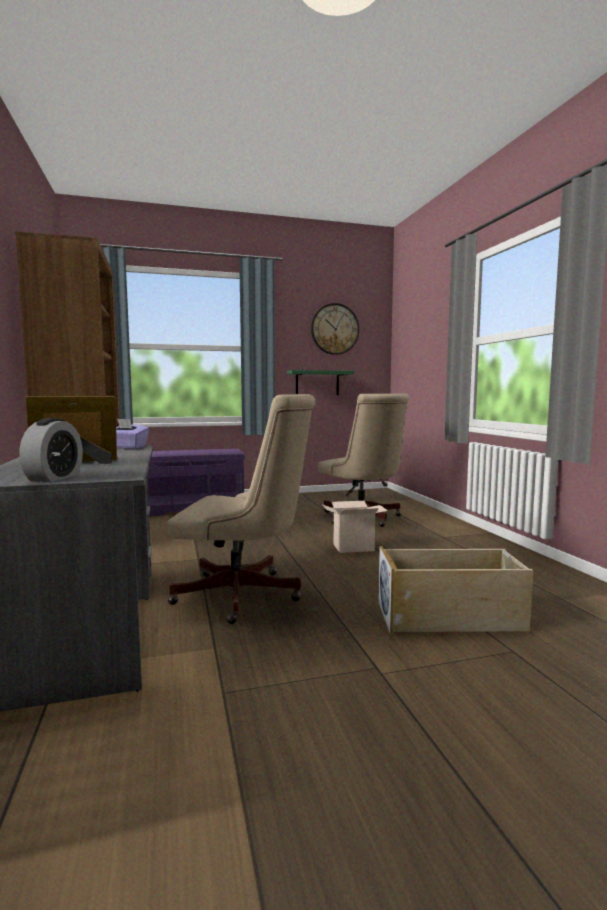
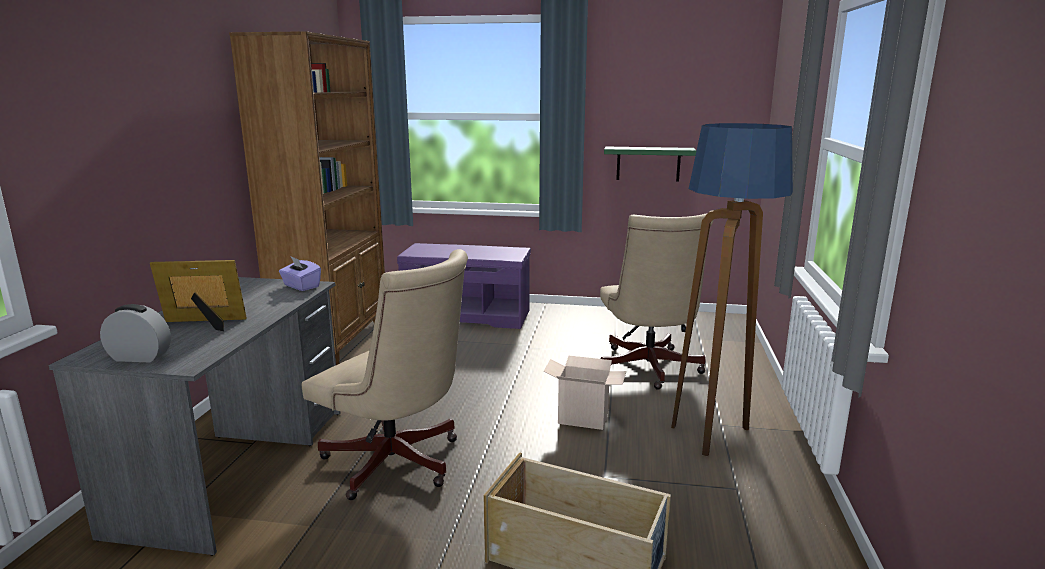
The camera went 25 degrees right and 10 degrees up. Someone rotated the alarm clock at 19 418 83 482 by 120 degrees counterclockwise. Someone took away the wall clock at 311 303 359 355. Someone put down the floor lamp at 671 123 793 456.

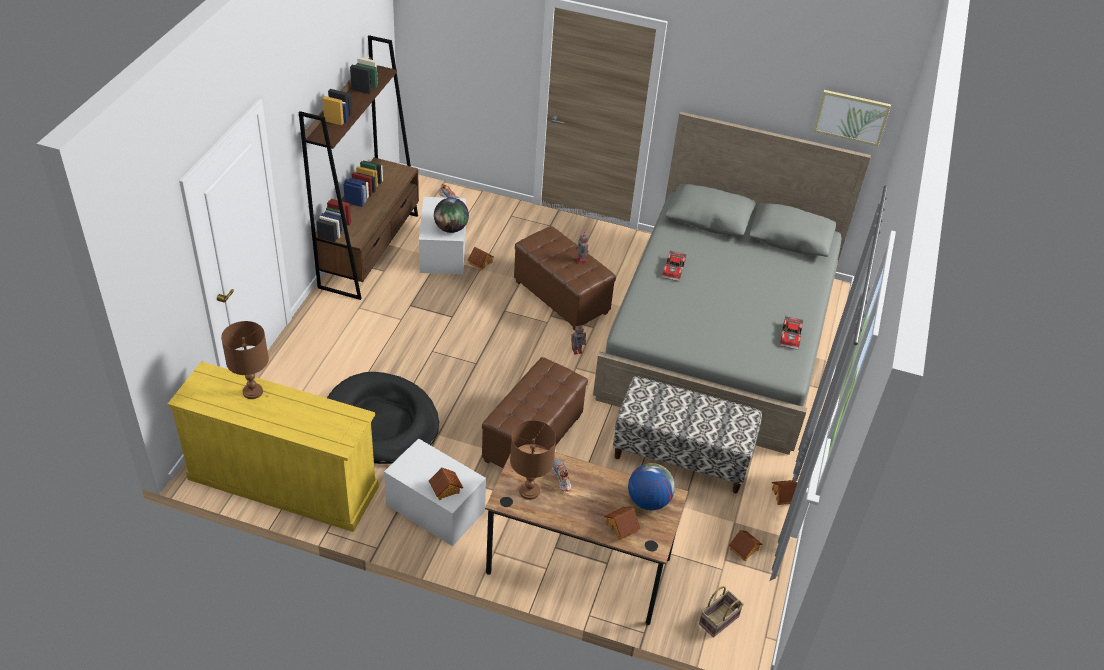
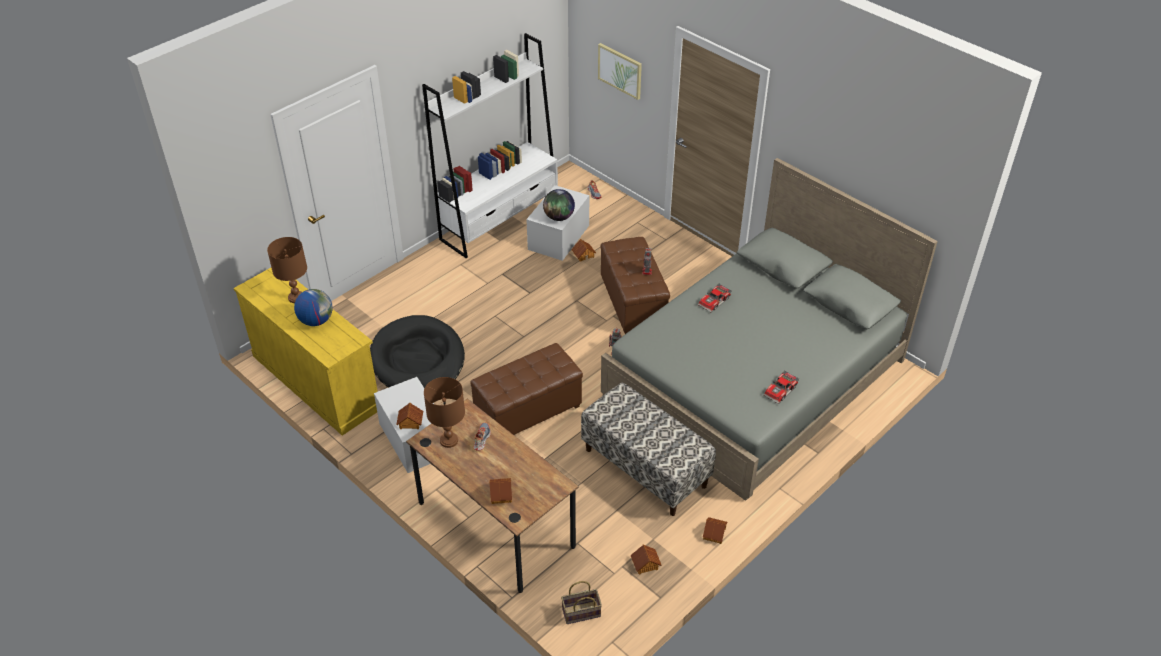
The camera went 30 degrees right and 0 degrees up. Someone repainted the brown bookcase at 299 35 419 300, which became the white bookcase at 422 33 558 258. Someone carried the globe from 628 463 675 510 to 294 289 333 326. Someone carried the picture from 813 90 891 146 to 598 43 642 100.

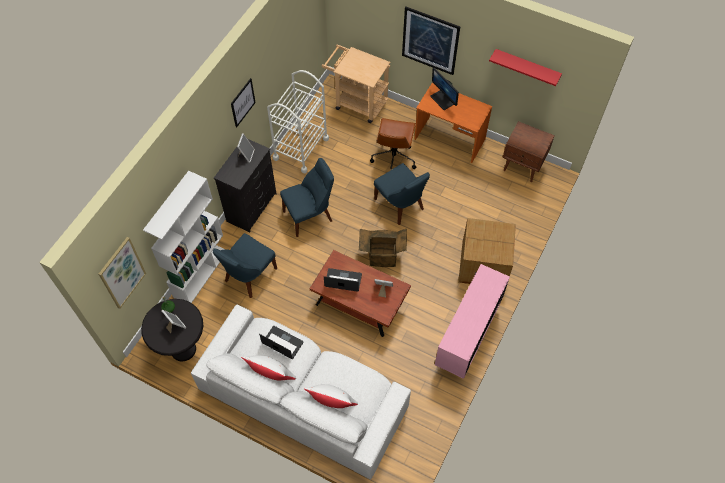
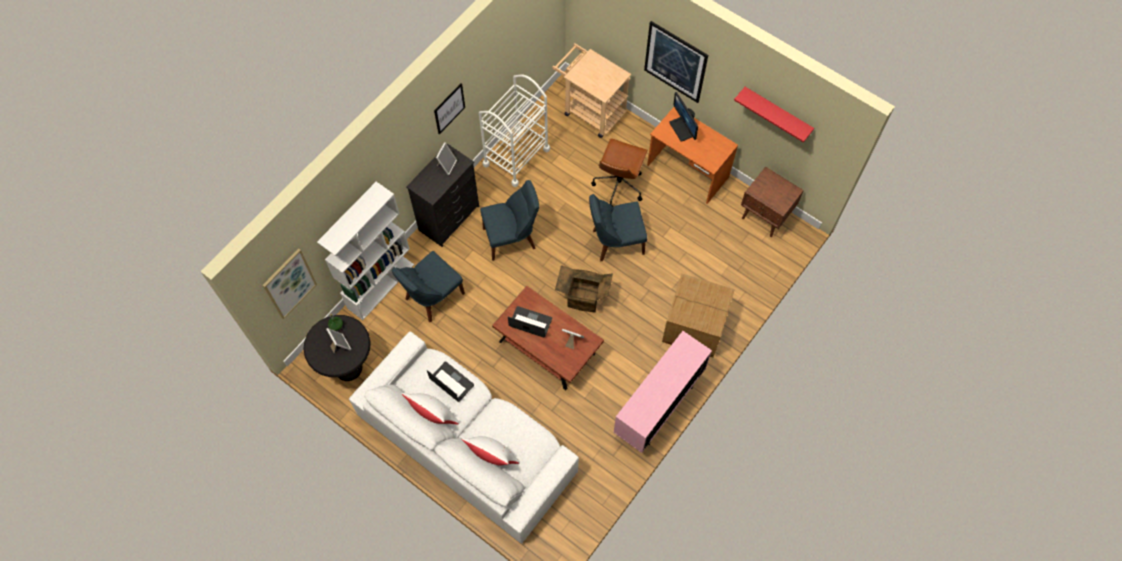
The camera went 10 degrees right and 5 degrees up. Someone rotated the blue chair at 374 163 430 225 by 105 degrees clockwise.

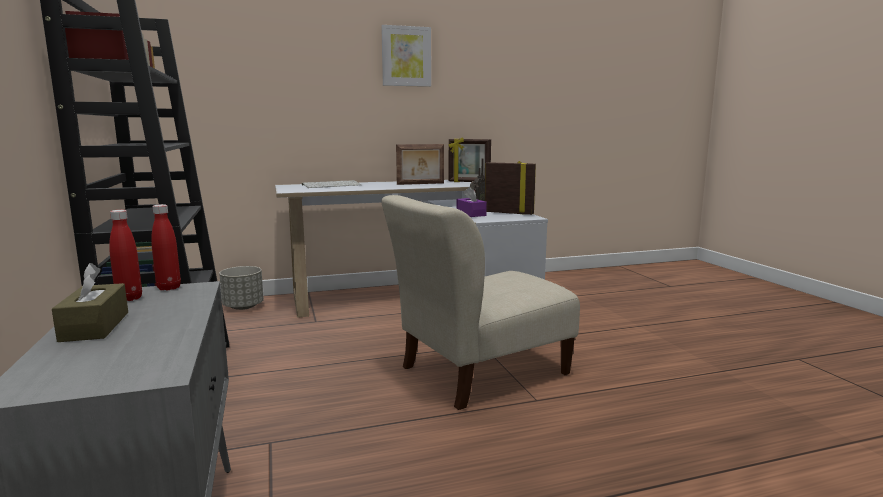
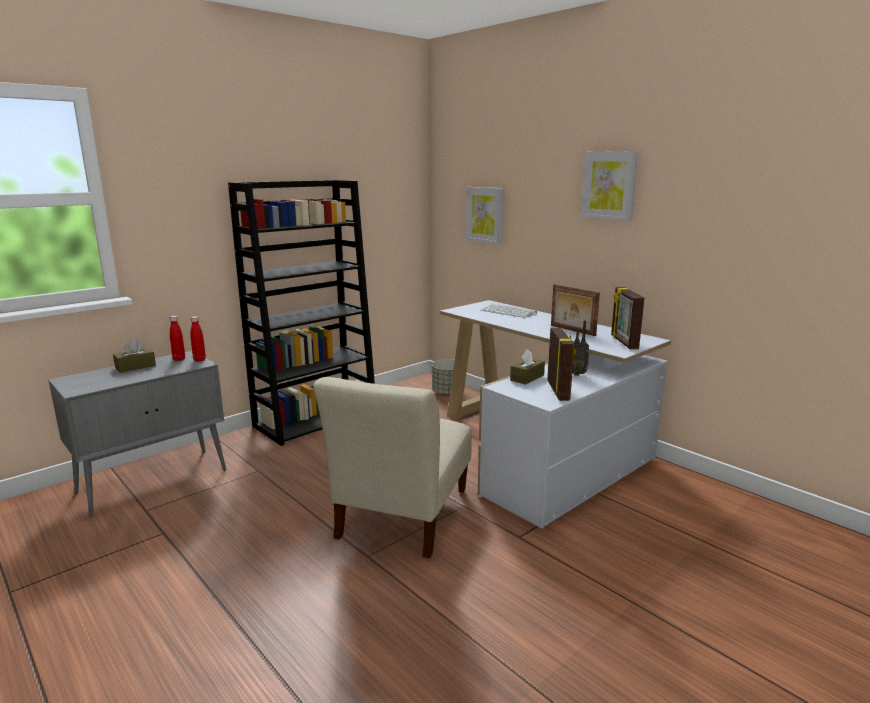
The camera went 65 degrees right and 5 degrees up. Someone rotated the beige chair at 381 195 580 410 by 105 degrees counterclockwise. Someone repainted the purple tissue box at 457 187 487 217, which became the brown tissue box at 510 349 545 385. Someone put up the picture at 466 187 504 244.

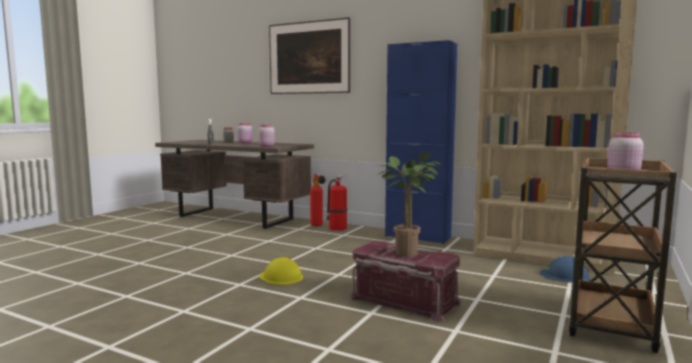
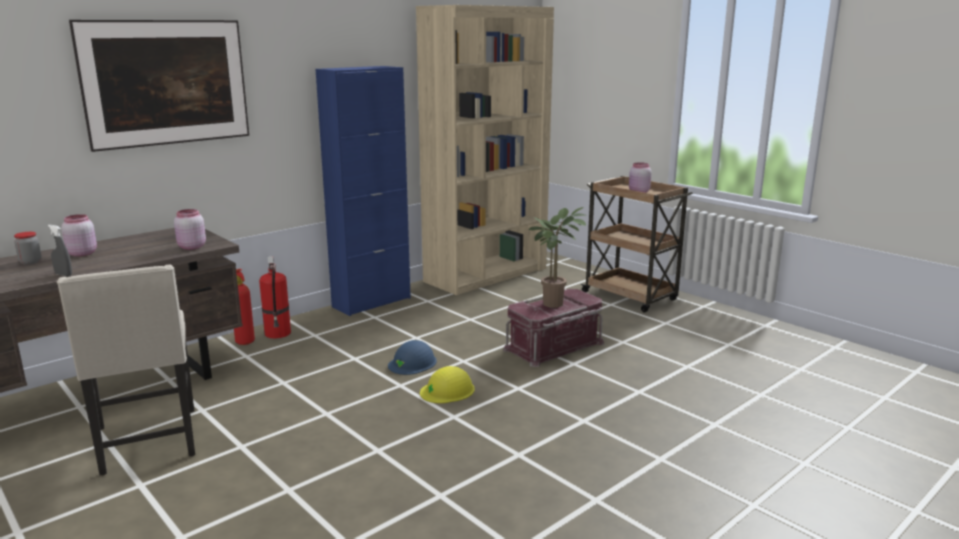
The camera went 70 degrees left and 10 degrees up. Someone carried the blue hard hat from 540 256 590 283 to 388 340 437 375. Someone put down the beige chair at 57 265 195 475.

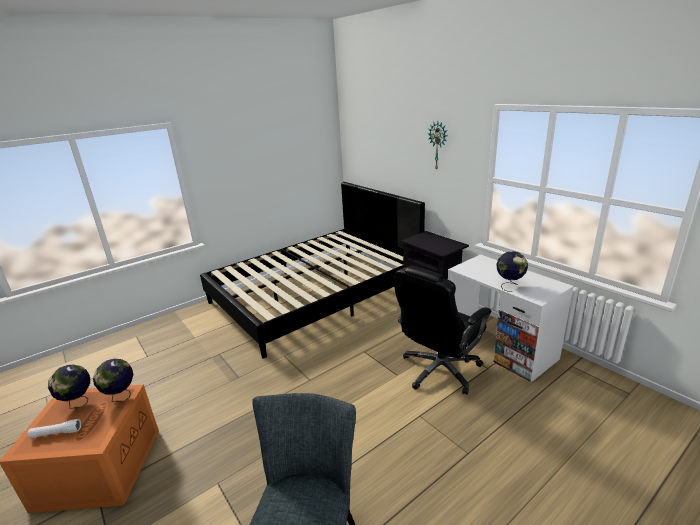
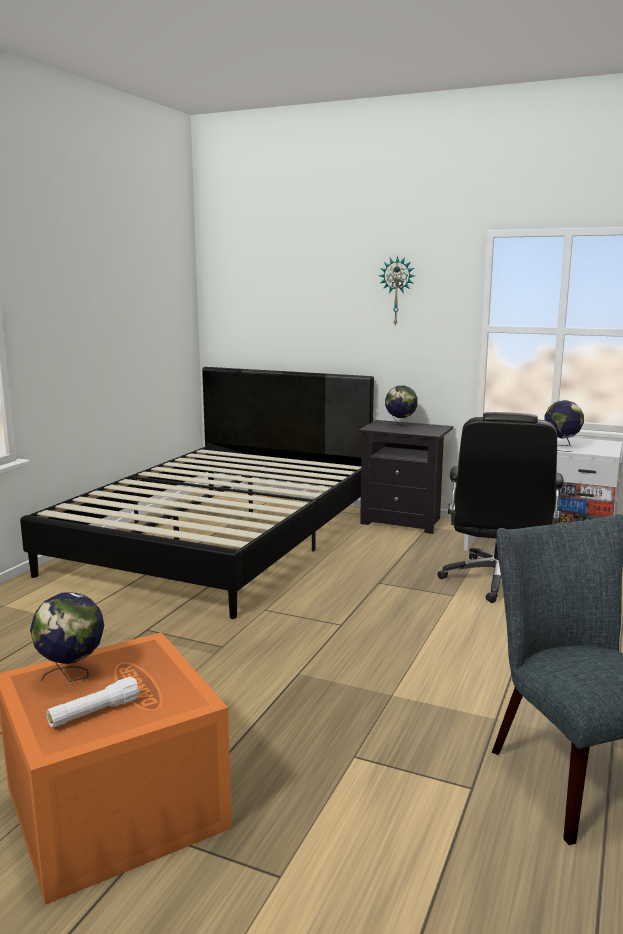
The camera went 30 degrees left and 10 degrees down. Someone carried the globe from 93 359 133 402 to 385 386 418 427.

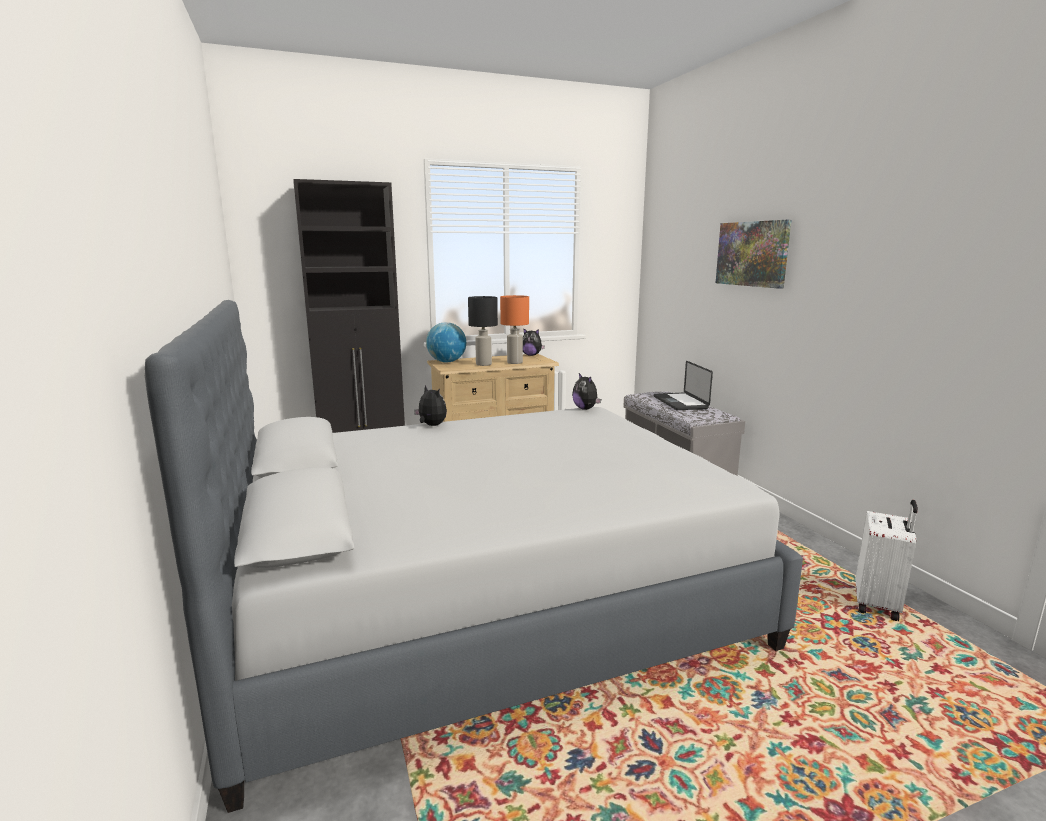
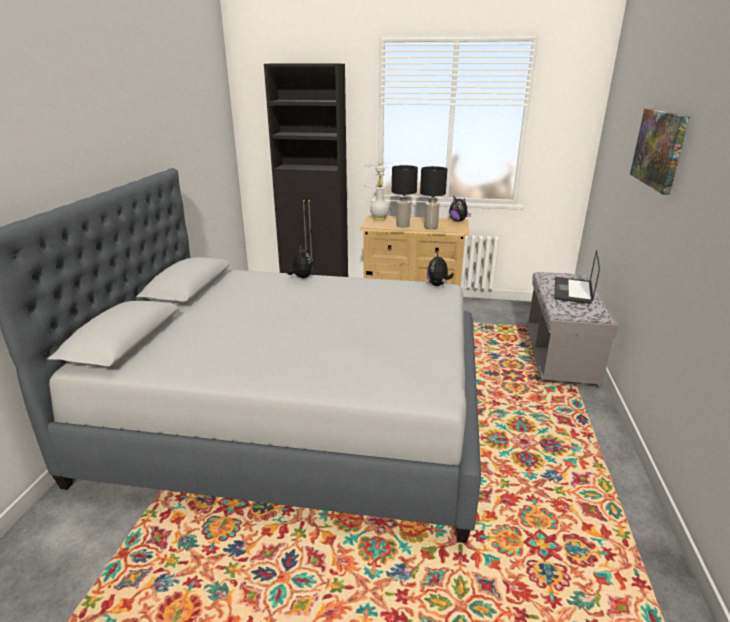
The camera went 30 degrees right and 10 degrees up. Someone swapped the globe at 426 322 466 362 for the white table lamp at 365 162 395 221. Someone repainted the orange table lamp at 500 295 529 364, which became the black table lamp at 420 166 447 229. Someone took away the white suitcase at 855 500 918 621.

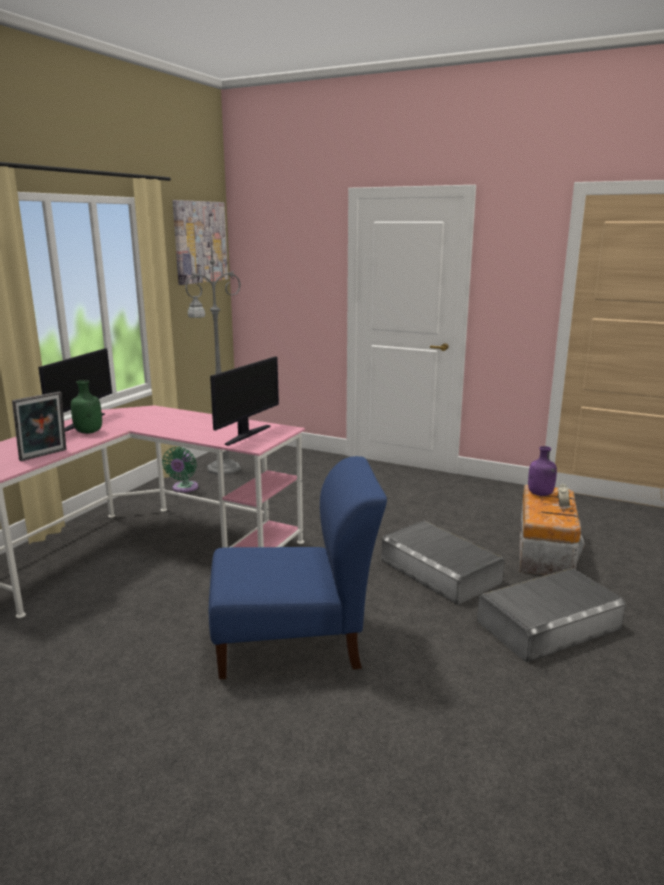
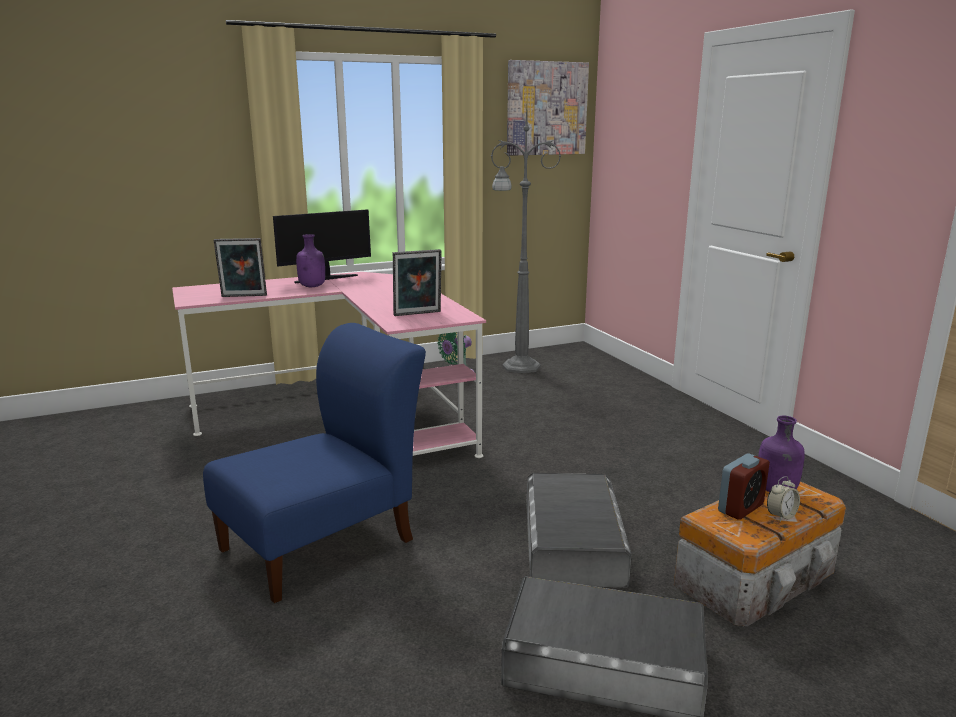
The camera went 40 degrees right and 0 degrees up. Someone repainted the green bottle at 71 380 102 434, which became the purple bottle at 296 234 325 287. Someone rotated the blue chair at 209 456 387 679 by 75 degrees counterclockwise. Someone swapped the monitor at 210 356 279 446 for the picture frame at 393 249 442 316. Someone put down the alarm clock at 718 453 770 520.

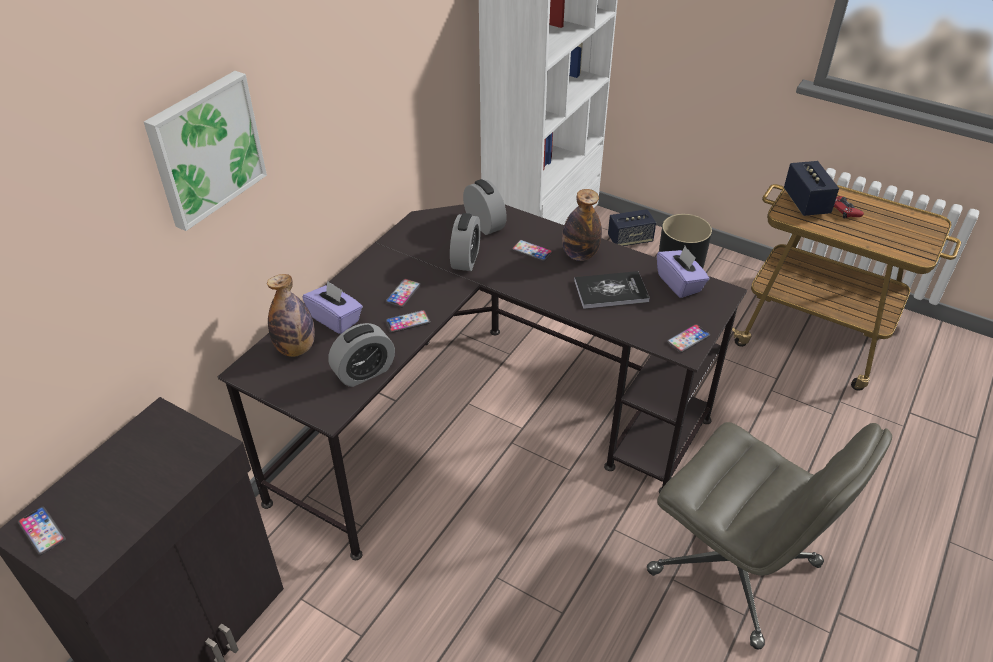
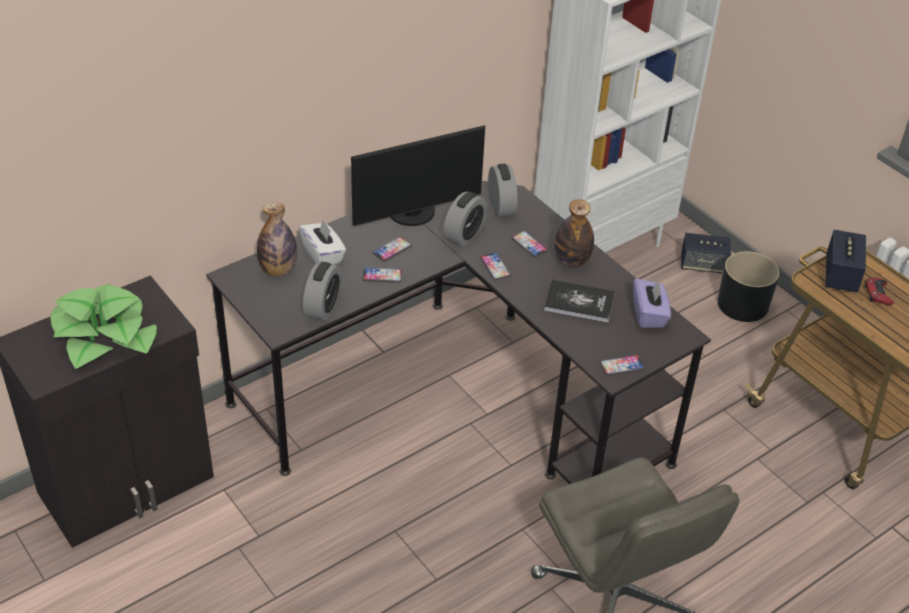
The camera went 20 degrees right and 0 degrees up. Someone carried the phone from 18 507 66 555 to 480 252 511 280. Someone took away the picture at 144 71 267 231. Someone repainted the purple tissue box at 302 280 363 334, which became the white tissue box at 299 219 346 265. Someone rotated the alarm clock at 328 323 395 387 by 60 degrees counterclockwise. Someone put down the potted plant at 50 284 157 369. Someone put down the monitor at 351 125 485 226.

